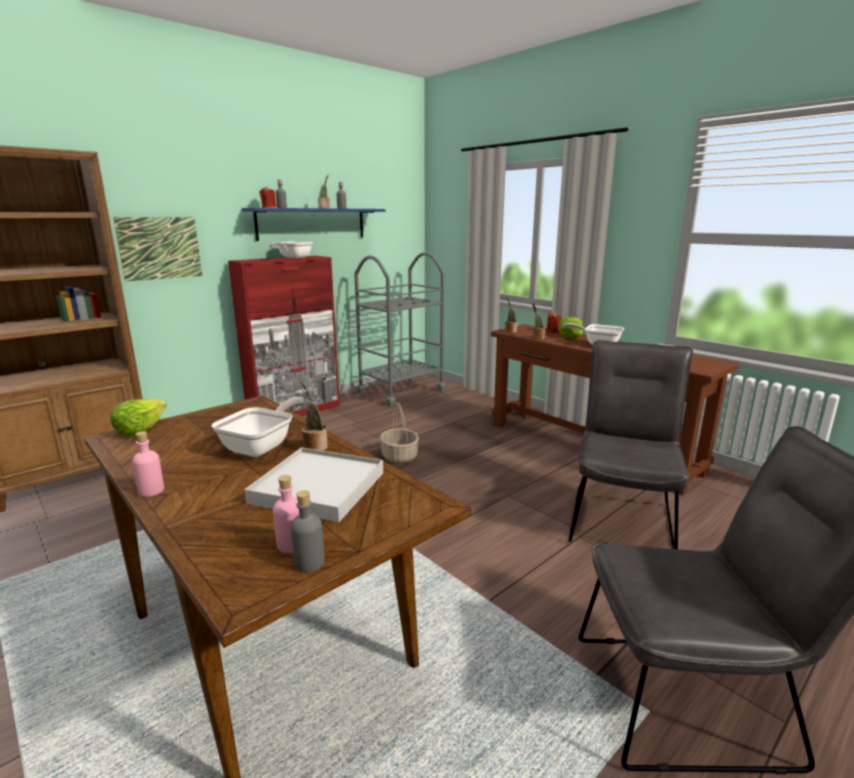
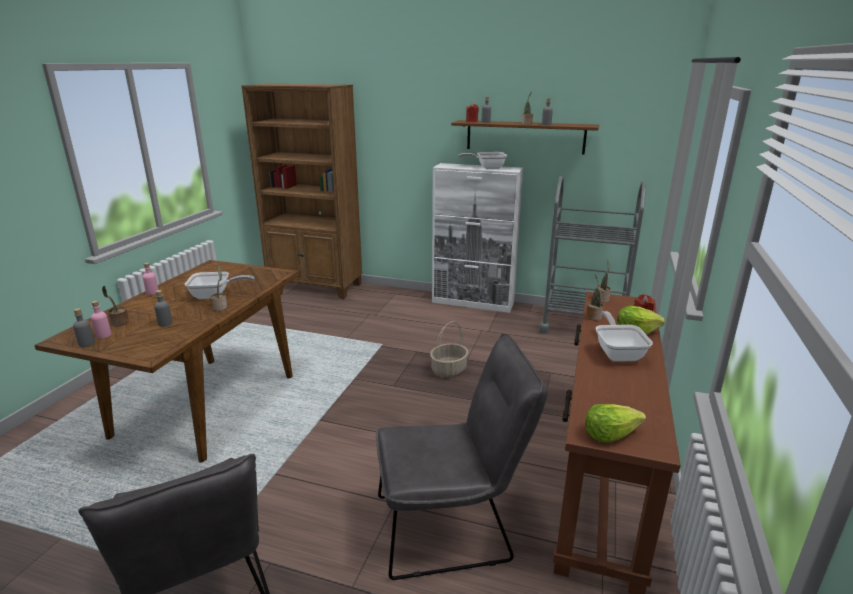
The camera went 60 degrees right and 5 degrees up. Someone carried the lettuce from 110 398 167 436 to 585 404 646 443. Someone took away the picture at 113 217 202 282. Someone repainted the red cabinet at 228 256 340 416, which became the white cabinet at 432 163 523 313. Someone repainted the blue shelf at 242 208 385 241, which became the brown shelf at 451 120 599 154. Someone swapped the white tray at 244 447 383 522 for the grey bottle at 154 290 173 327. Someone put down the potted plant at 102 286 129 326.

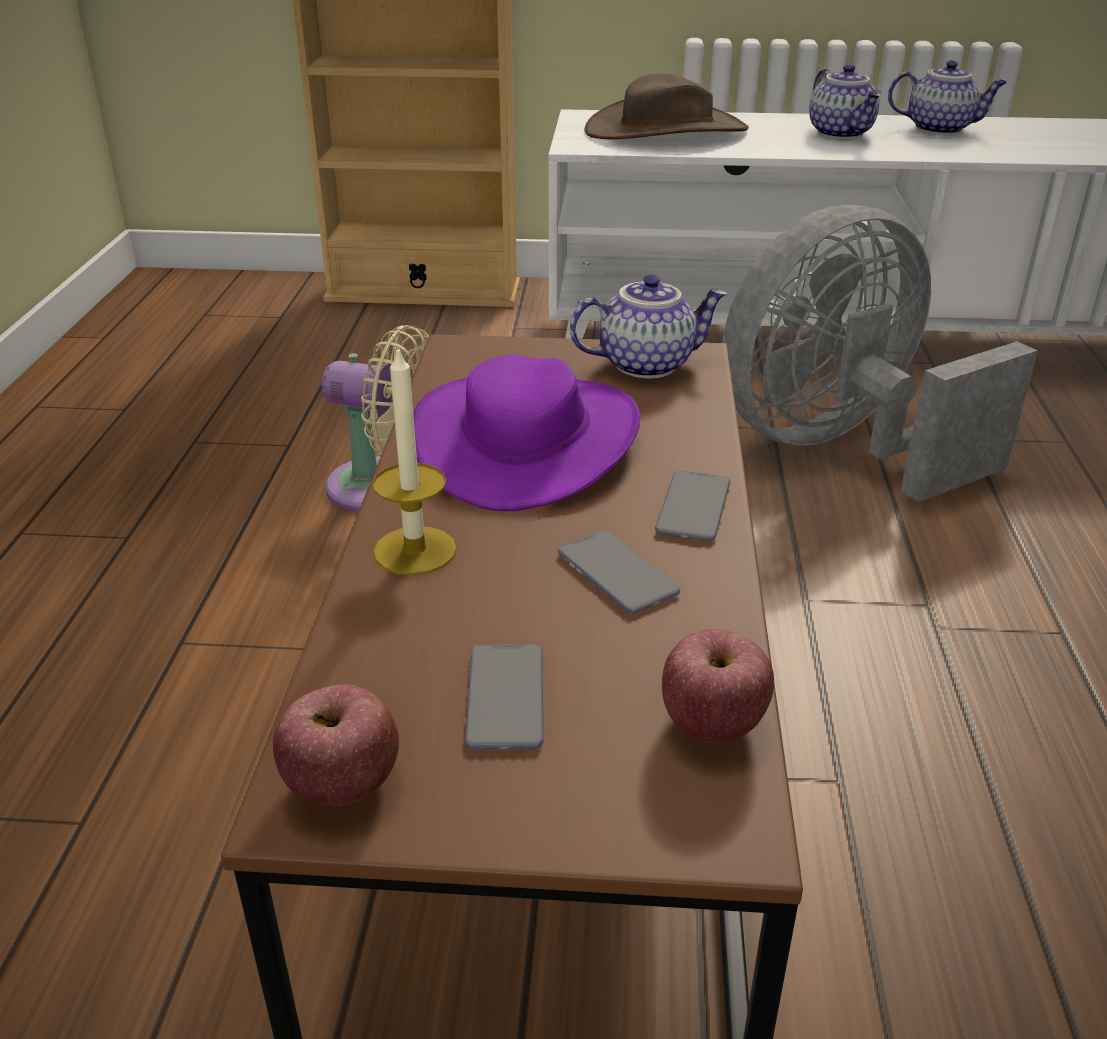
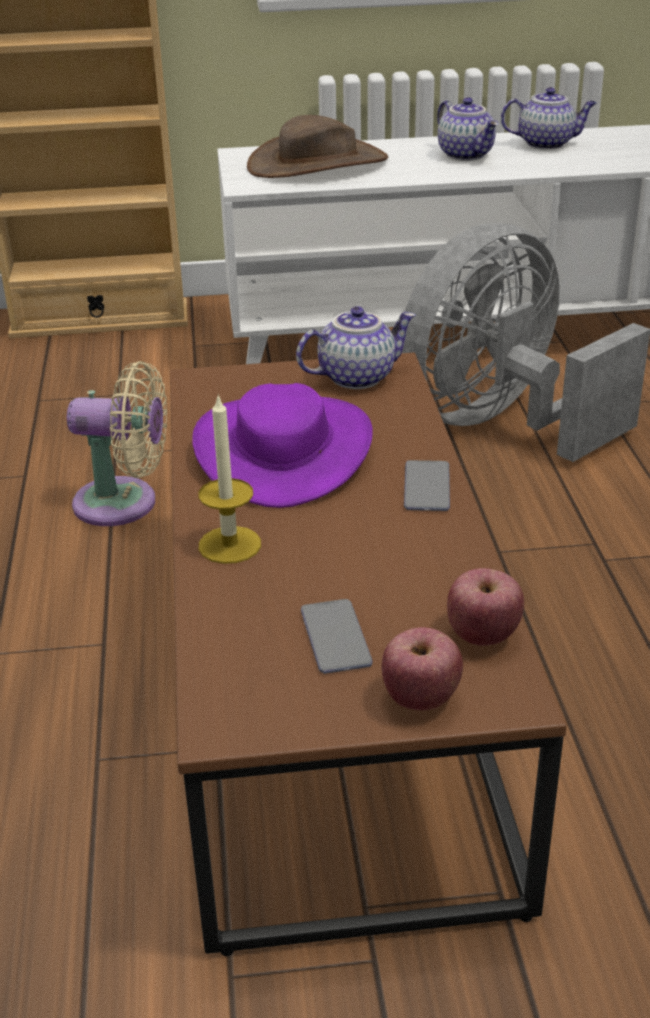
The camera went 10 degrees left and 0 degrees up. Someone carried the apple from 273 684 399 806 to 381 627 463 710. Someone took away the phone at 558 530 680 614.

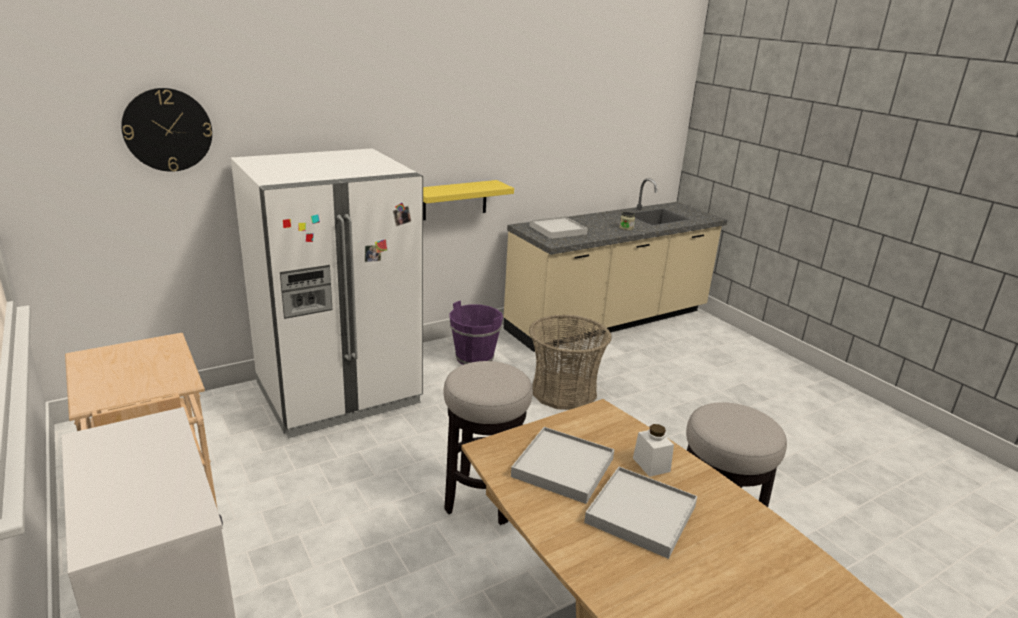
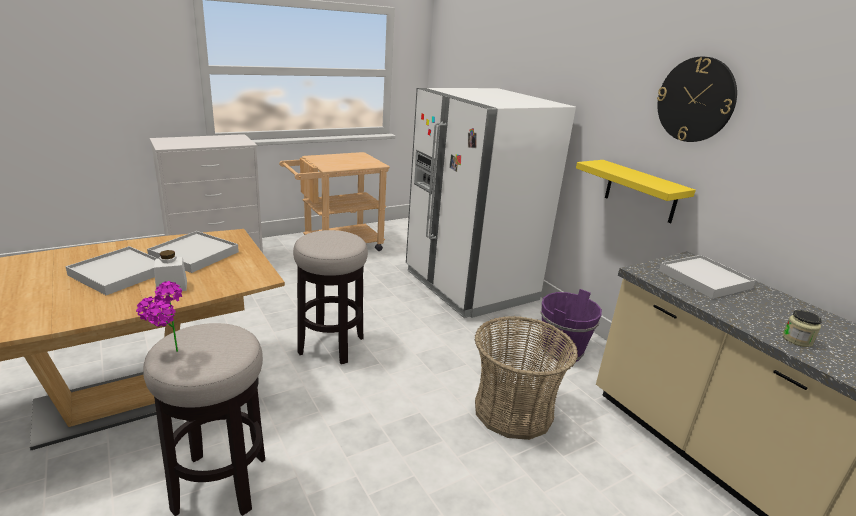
The camera went 90 degrees right and 0 degrees up. Someone carried the wall clock from 121 88 212 172 to 657 57 737 142. Someone put down the potted plant at 136 281 182 352.

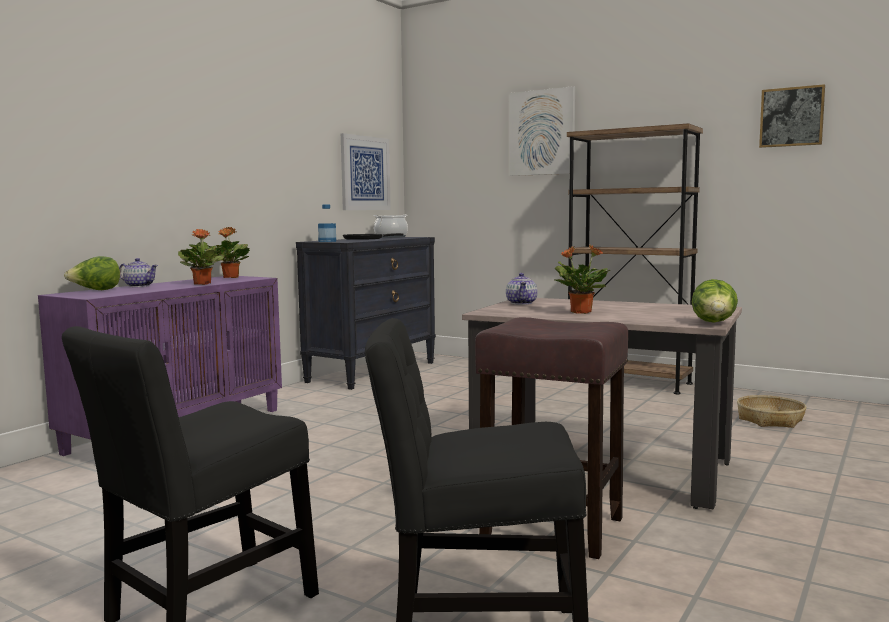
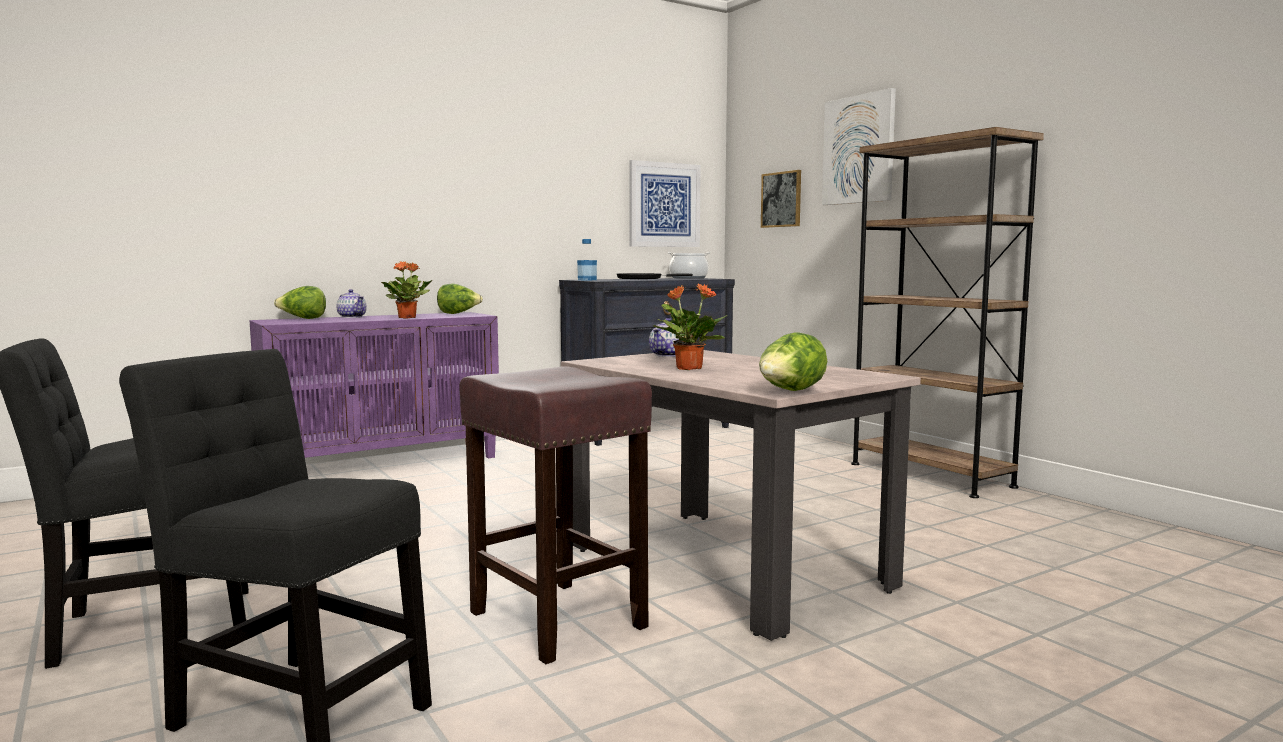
The camera went 25 degrees right and 0 degrees up. Someone swapped the potted plant at 208 227 250 278 for the lettuce at 437 284 483 314. Someone took away the basket at 737 395 806 428. Someone carried the picture from 759 84 825 148 to 761 170 801 228.

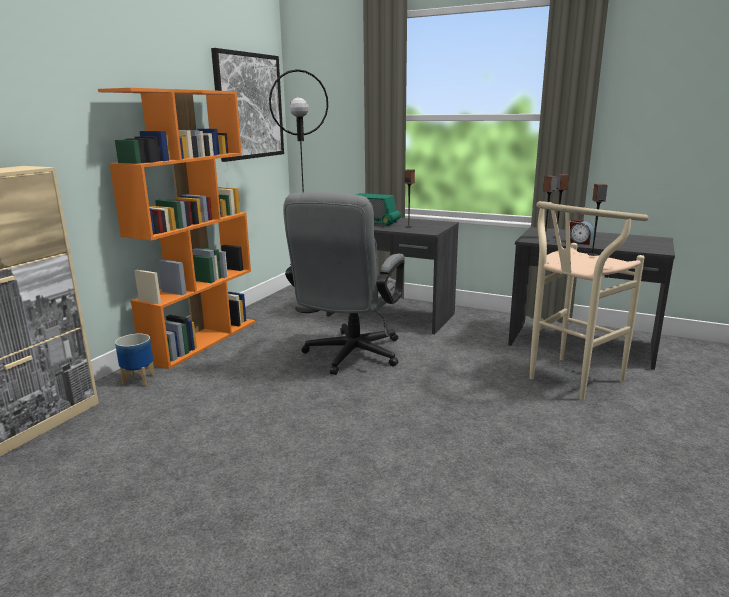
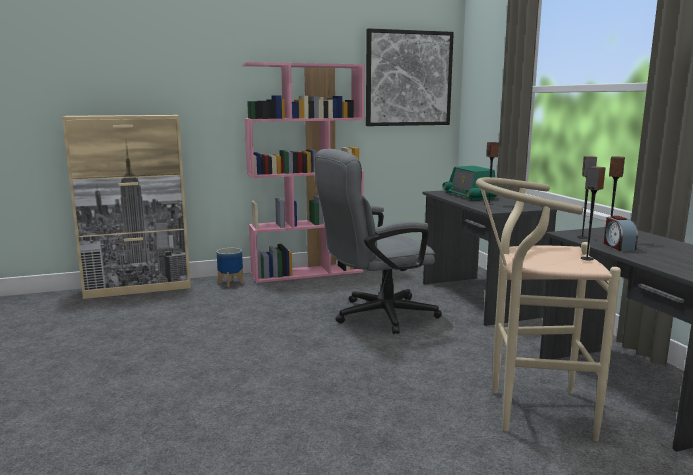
The camera went 45 degrees right and 5 degrees down. Someone repainted the orange bookcase at 98 88 255 369, which became the pink bookcase at 242 62 365 283. Someone took away the black floor lamp at 269 69 328 313.

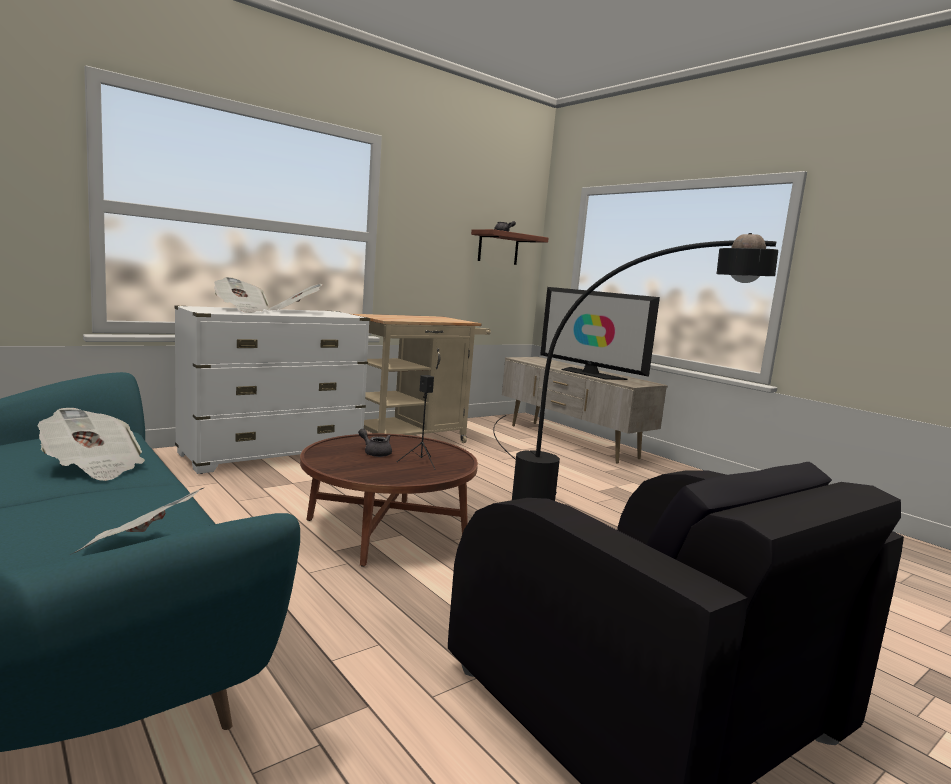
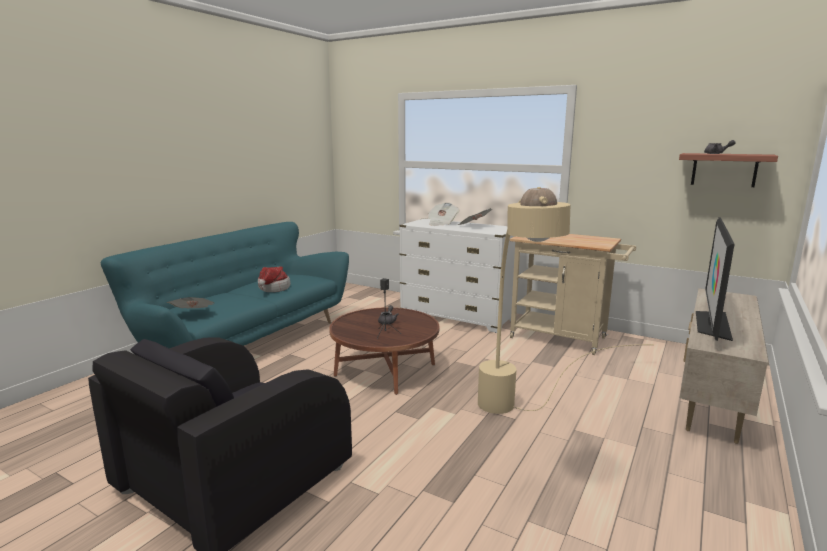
The camera went 70 degrees right and 5 degrees up. Someone swapped the newspaper at 38 408 145 481 for the hat at 258 266 291 292. Someone repainted the black floor lamp at 493 233 778 501, which became the beige floor lamp at 478 187 654 414.

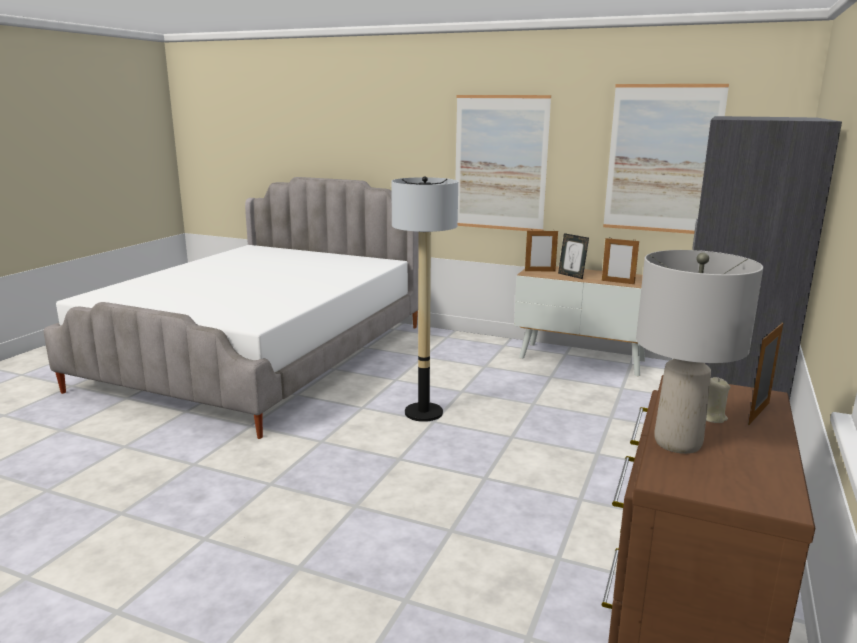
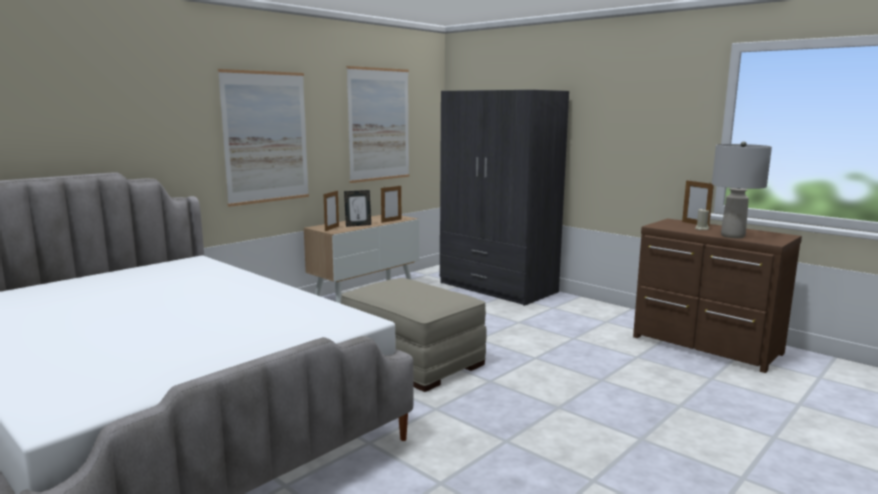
The camera went 70 degrees left and 5 degrees down. Someone swapped the floor lamp at 391 176 458 422 for the beige ottoman at 341 278 487 392.

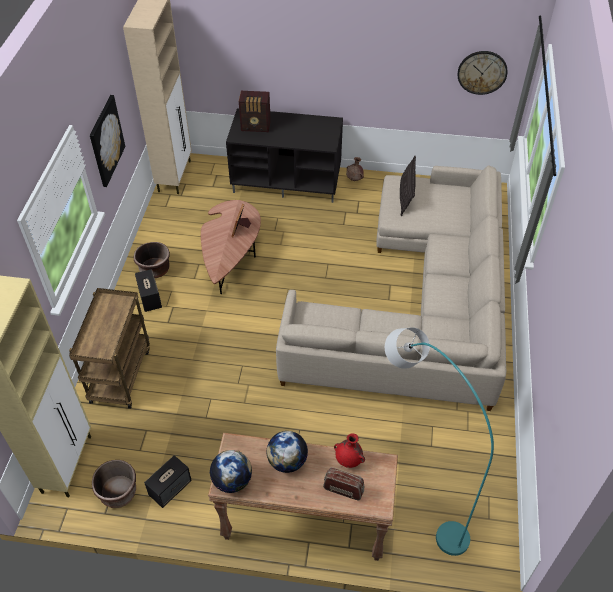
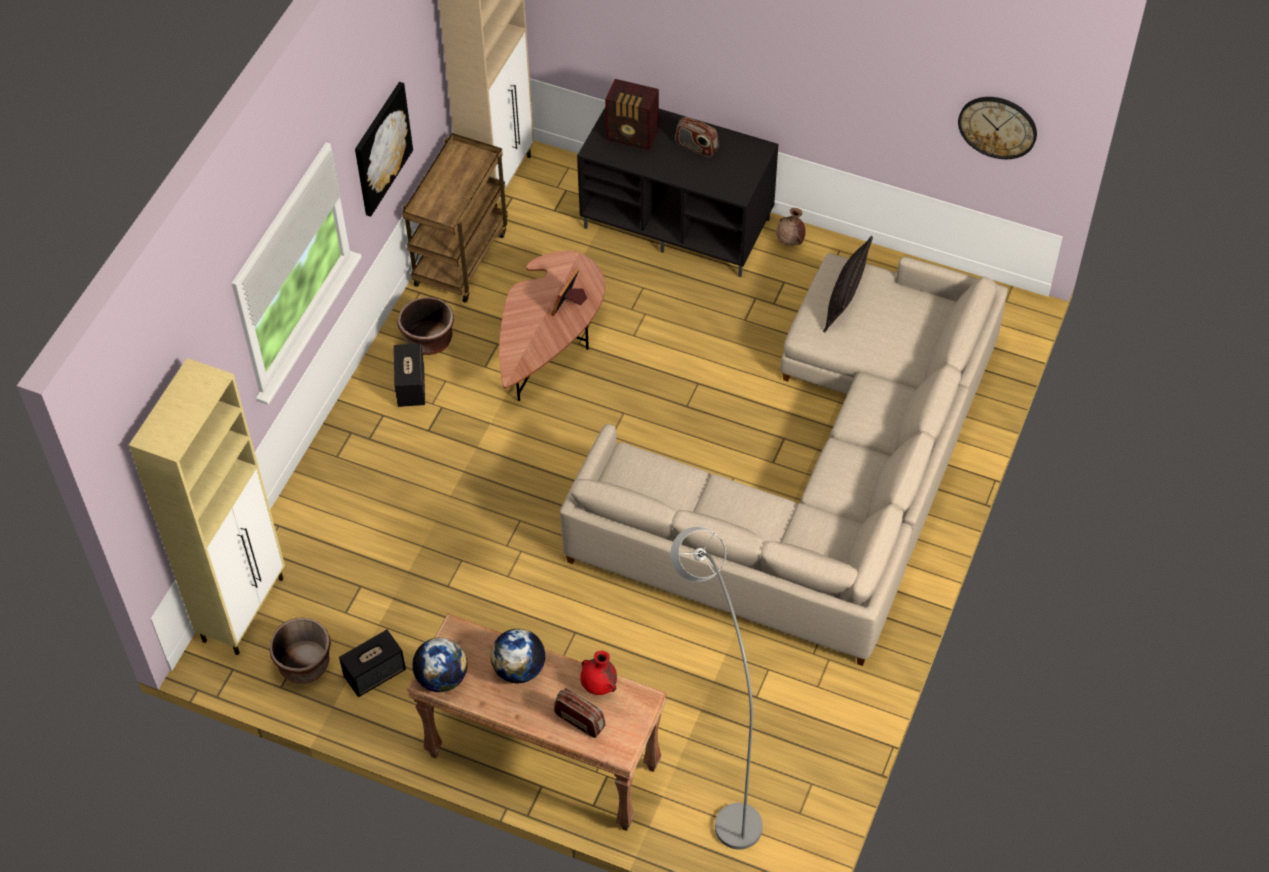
The camera went 15 degrees right and 5 degrees up. Someone carried the brown cart from 69 288 150 409 to 402 133 508 303. Someone repainted the turquoise floor lamp at 385 327 494 556, which became the grey floor lamp at 670 527 763 850. Someone put down the radio at 675 117 719 158.

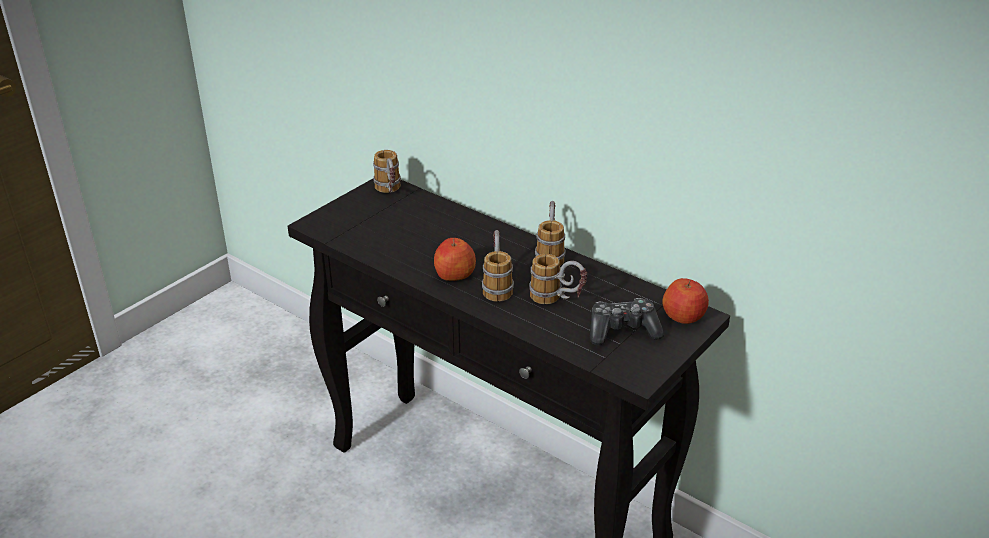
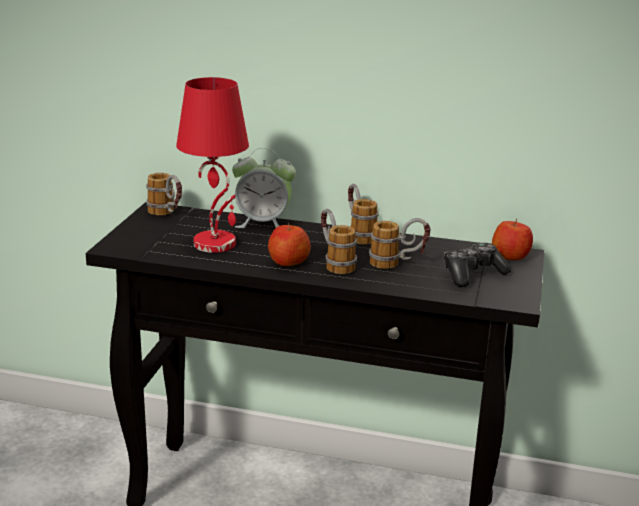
The camera went 25 degrees left and 10 degrees down. Someone put down the red table lamp at 176 77 249 253. Someone put down the alarm clock at 232 148 296 228.

